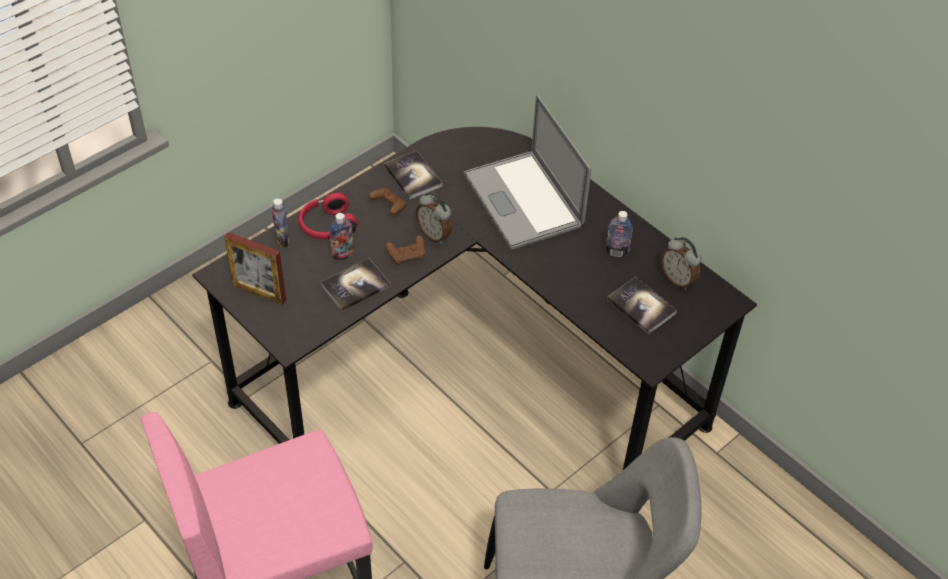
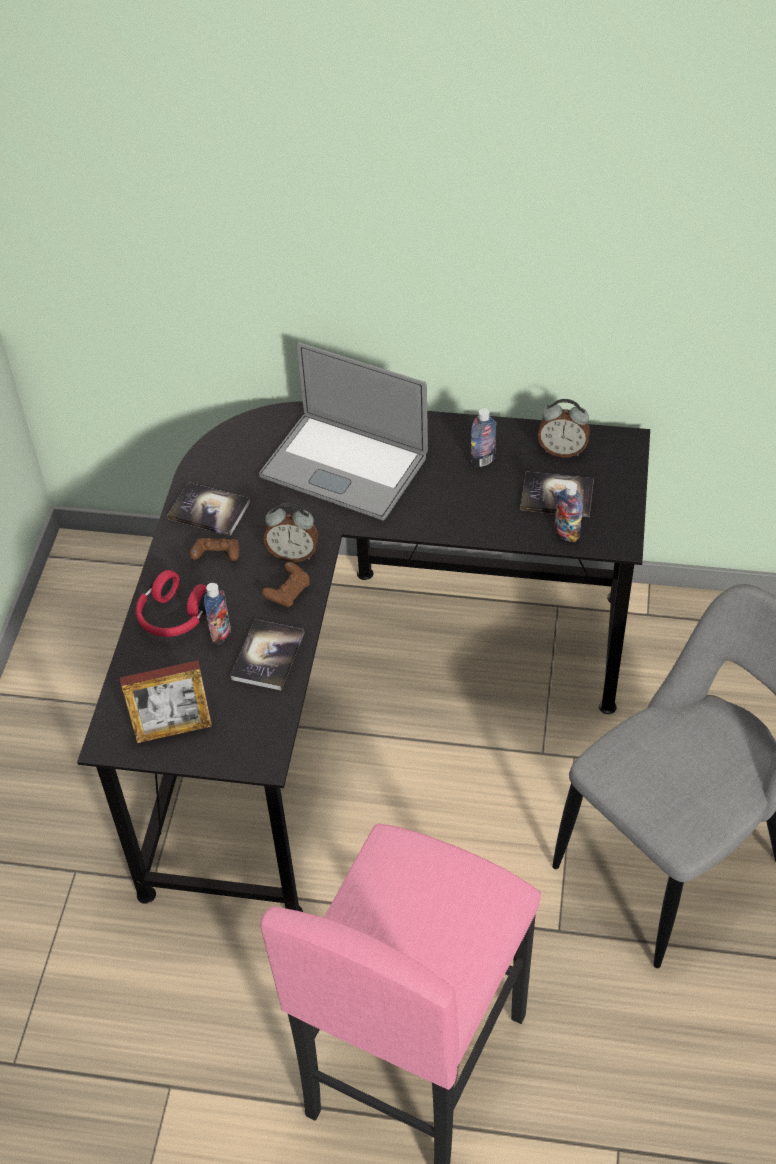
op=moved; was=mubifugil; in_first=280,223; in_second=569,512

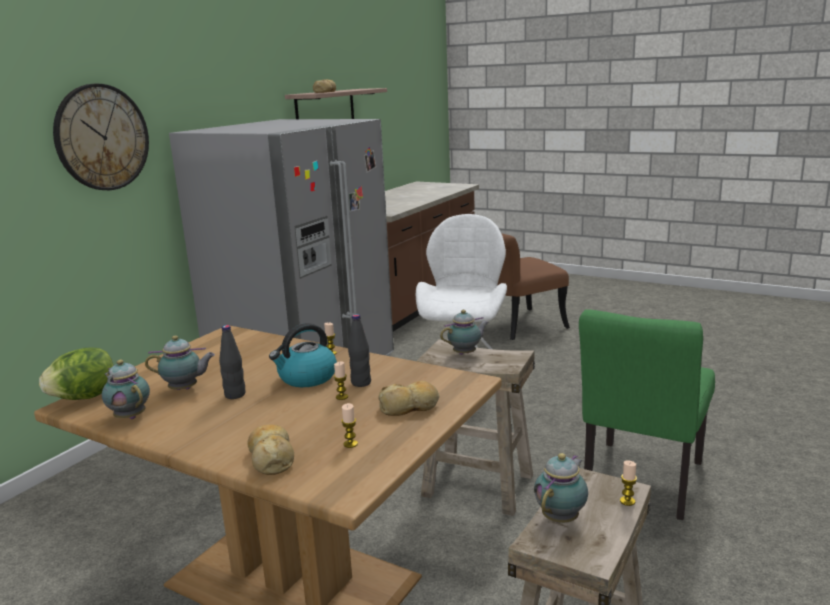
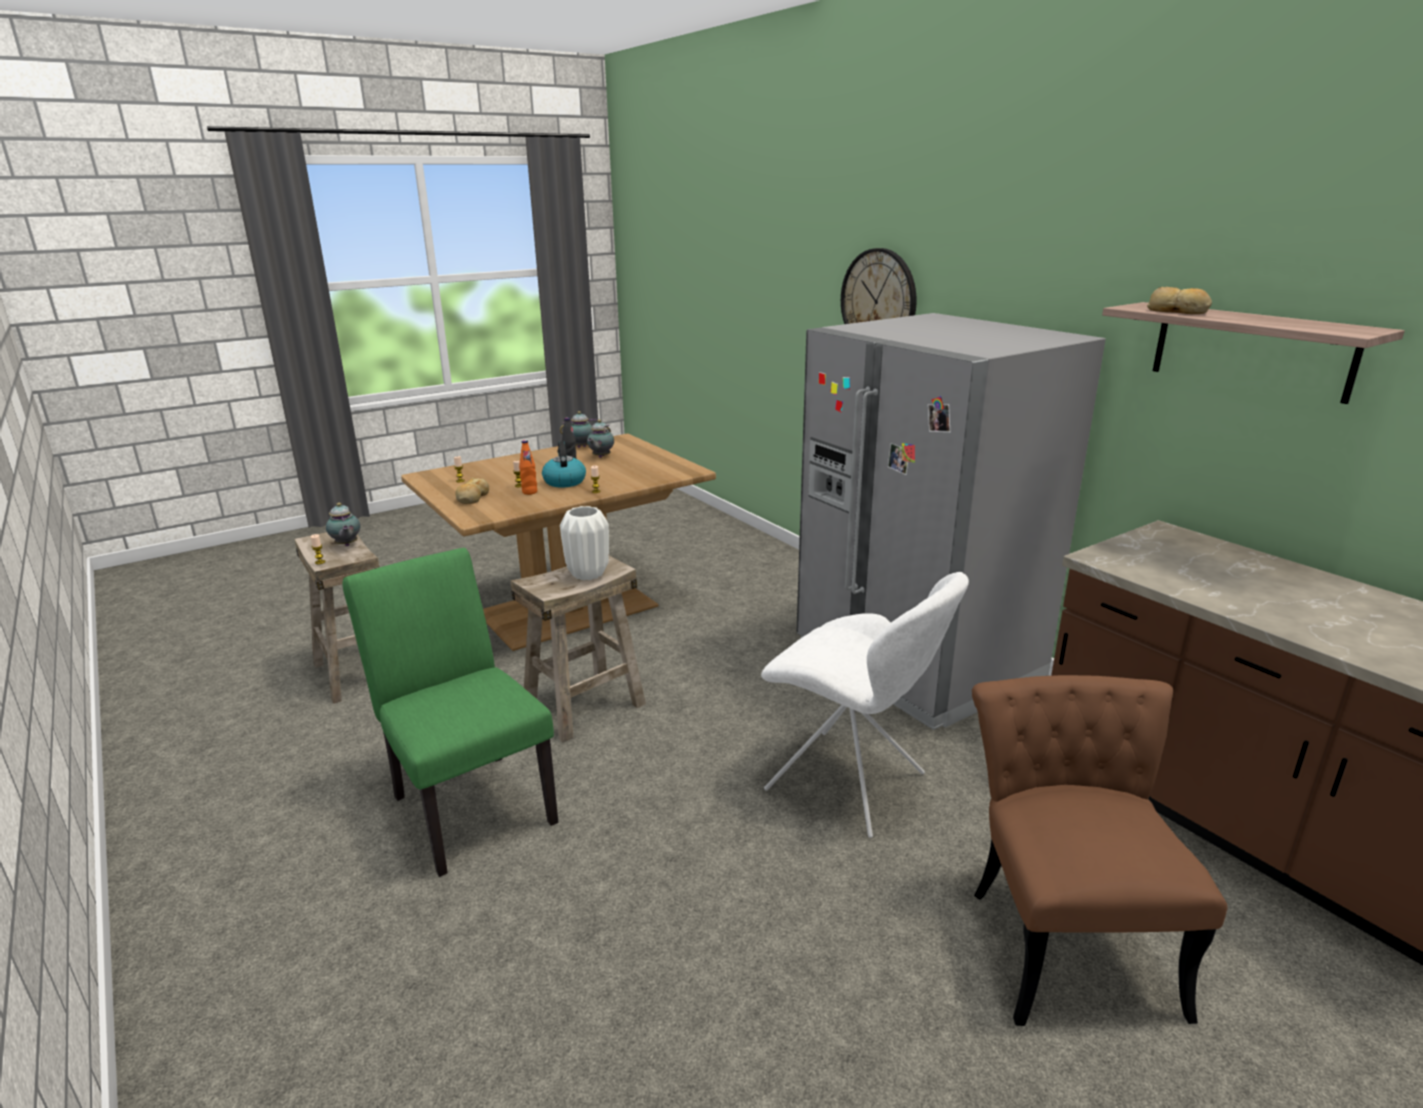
op=replaced; was=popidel; now=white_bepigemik; in_first=464,332; in_second=584,543
op=recoloured; was=black_mubifugil; now=orange_mubifugil; in_first=359,350; in_second=528,467
op=removed; was=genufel; in_first=76,373
op=removed; was=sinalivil; in_first=271,449

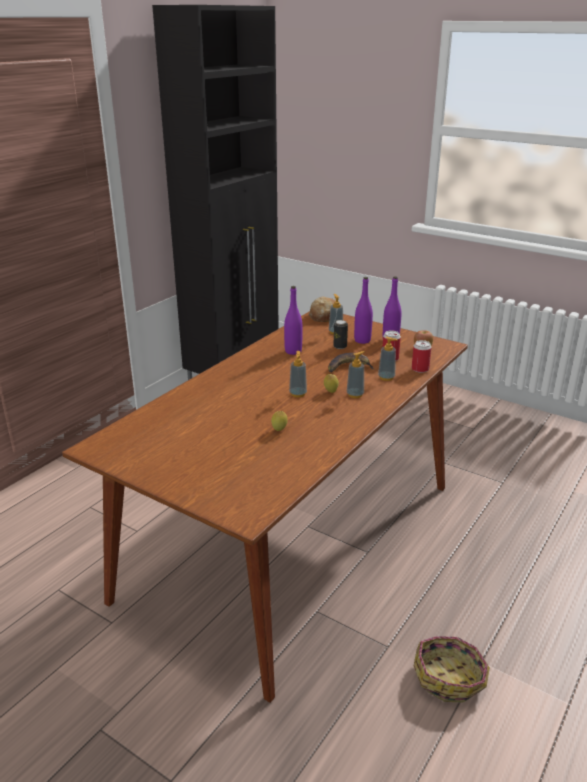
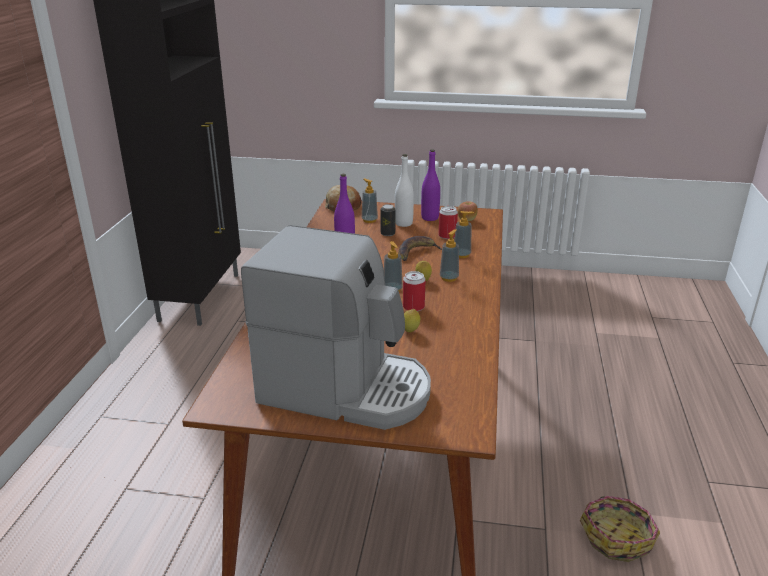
op=recoloured; was=purple_mubifugil; now=white_mubifugil; in_first=363,310; in_second=404,190
op=moved; was=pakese; in_first=422,356; in_second=414,291
op=added; now=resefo; in_second=336,327

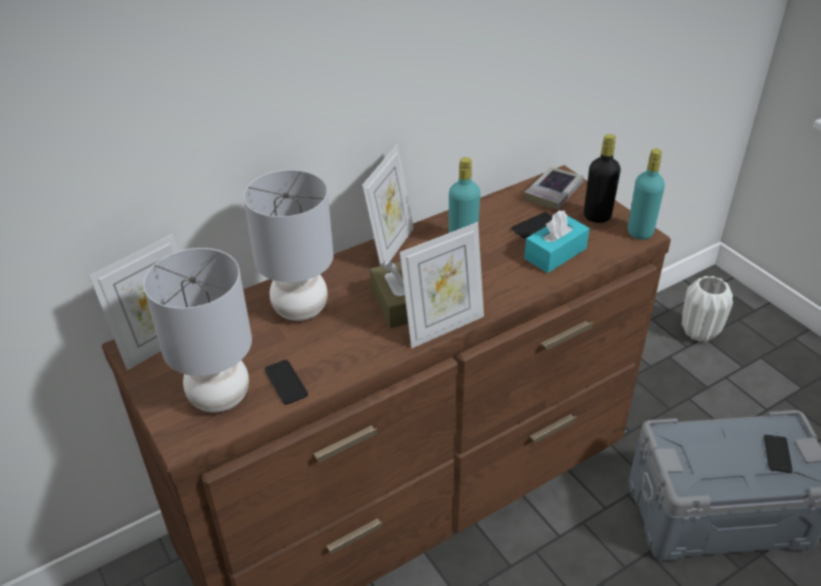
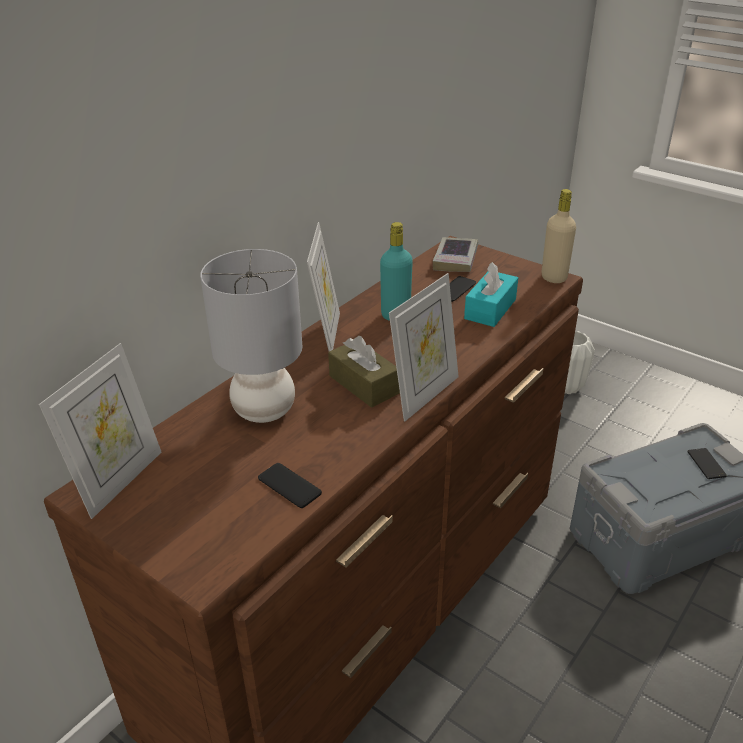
op=removed; was=black_mubifugil; in_first=602,178
op=recoloured; was=turquoise_mubifugil; now=beige_mubifugil; in_first=646,194; in_second=558,236
op=removed; was=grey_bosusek; in_first=197,330

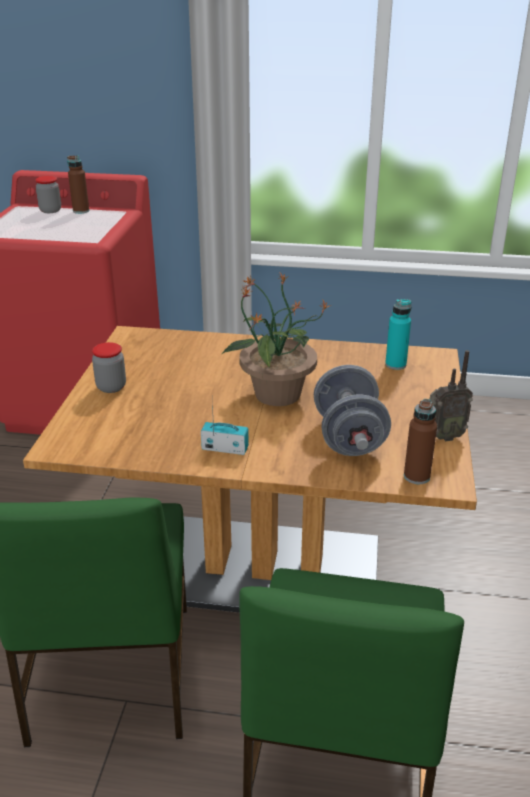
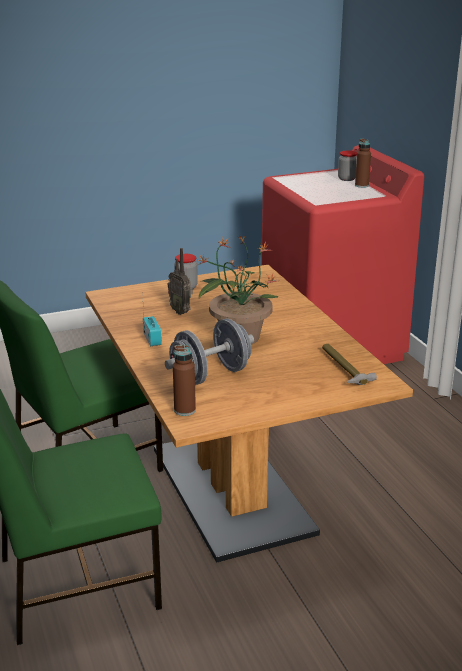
op=replaced; was=turquoise_mubifugil; now=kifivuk; in_first=398,334; in_second=349,364
op=moved; was=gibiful; in_first=451,395; in_second=180,281

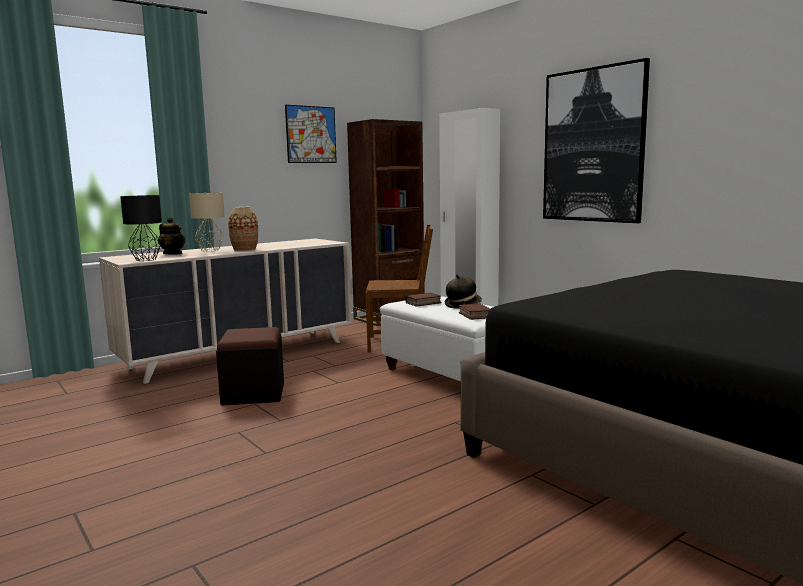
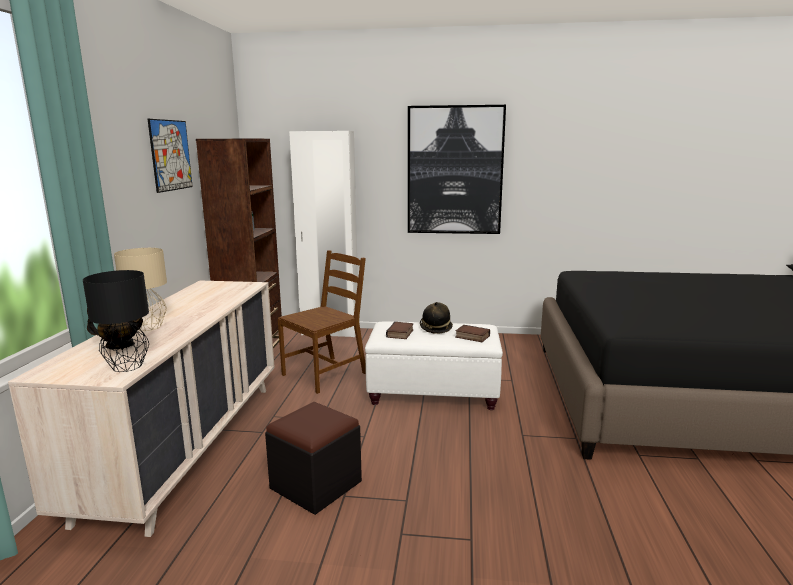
op=removed; was=bepigemik; in_first=243,229

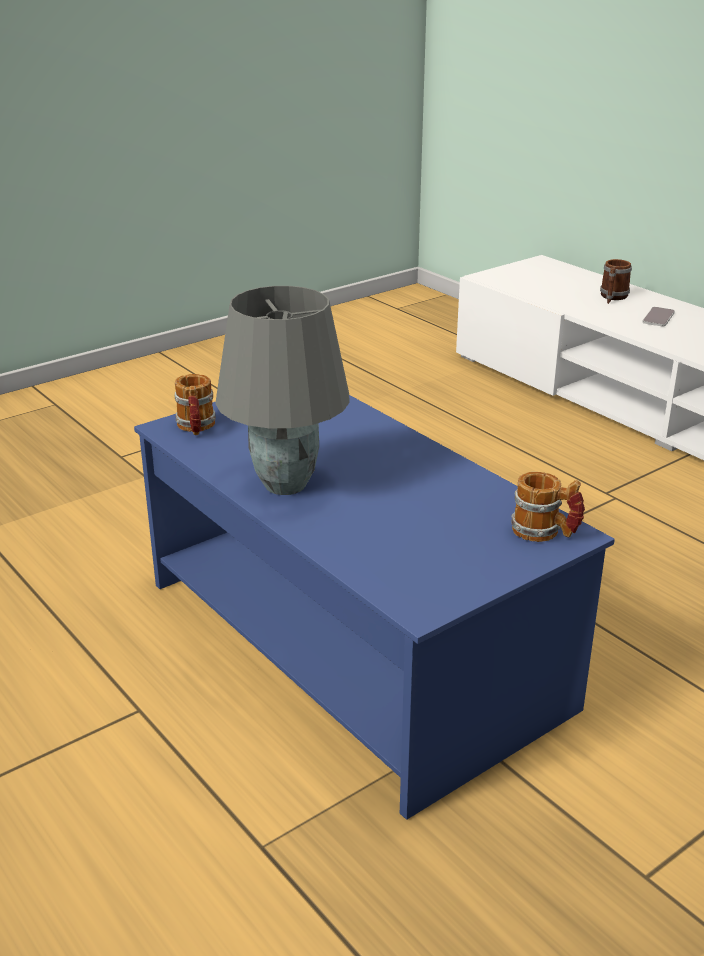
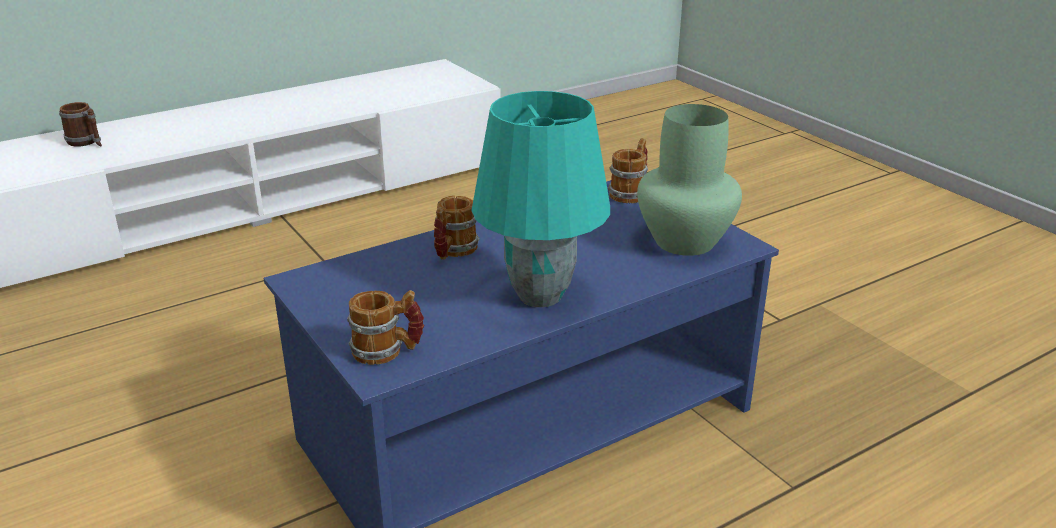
op=recoloured; was=grey_bosusek; now=turquoise_bosusek; in_first=282,390; in_second=540,199
op=removed; was=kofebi; in_first=658,317
op=added; now=green_bepigemik; in_second=689,180
op=added; now=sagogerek; in_second=457,228

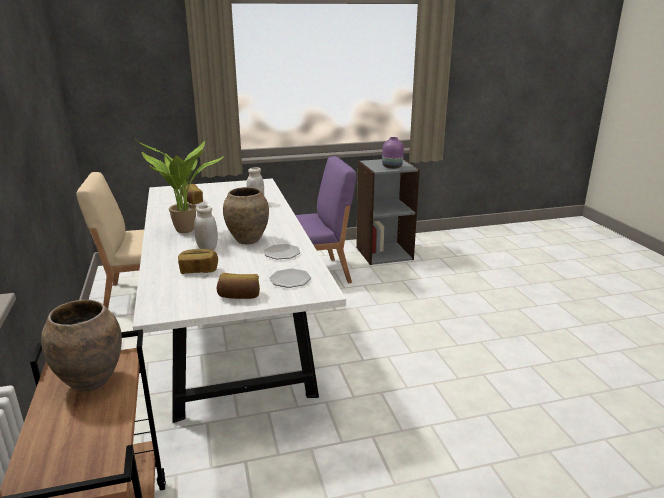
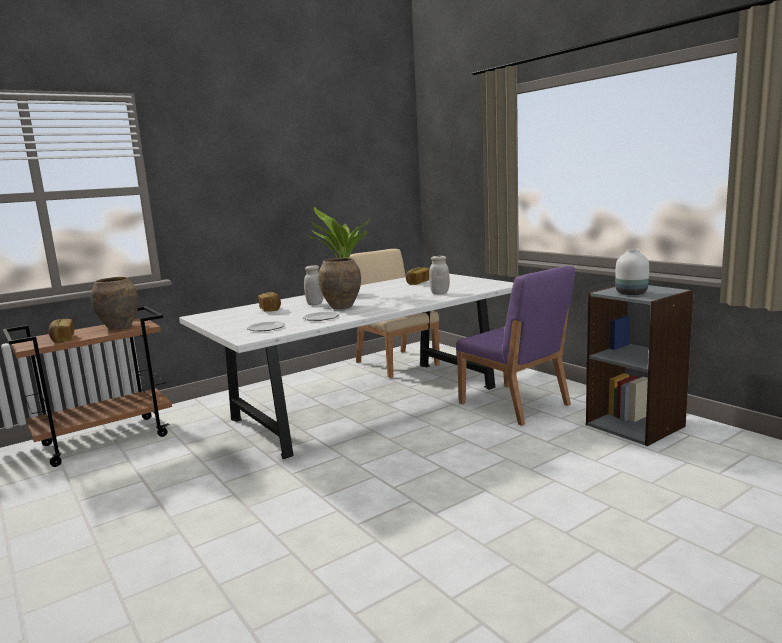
op=recoloured; was=purple_bepigemik; now=white_bepigemik; in_first=393,153; in_second=632,272
op=moved; was=sinalivil; in_first=238,286; in_second=61,331

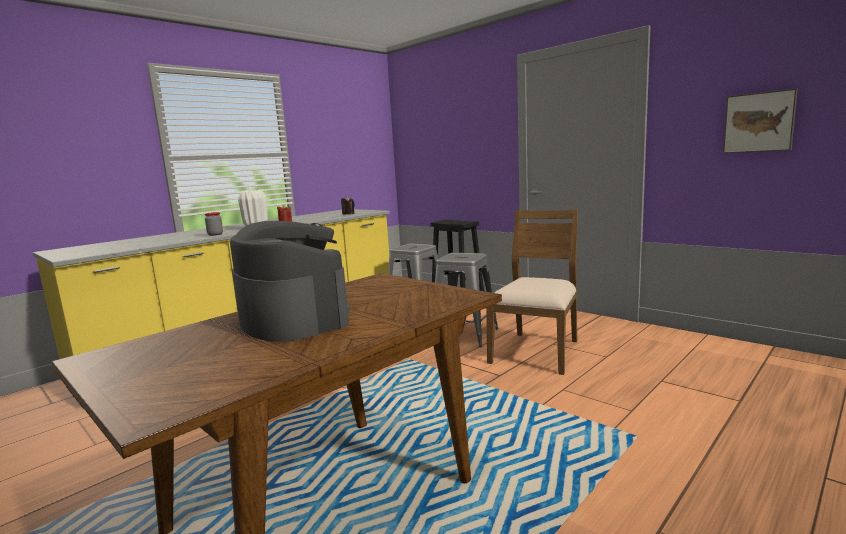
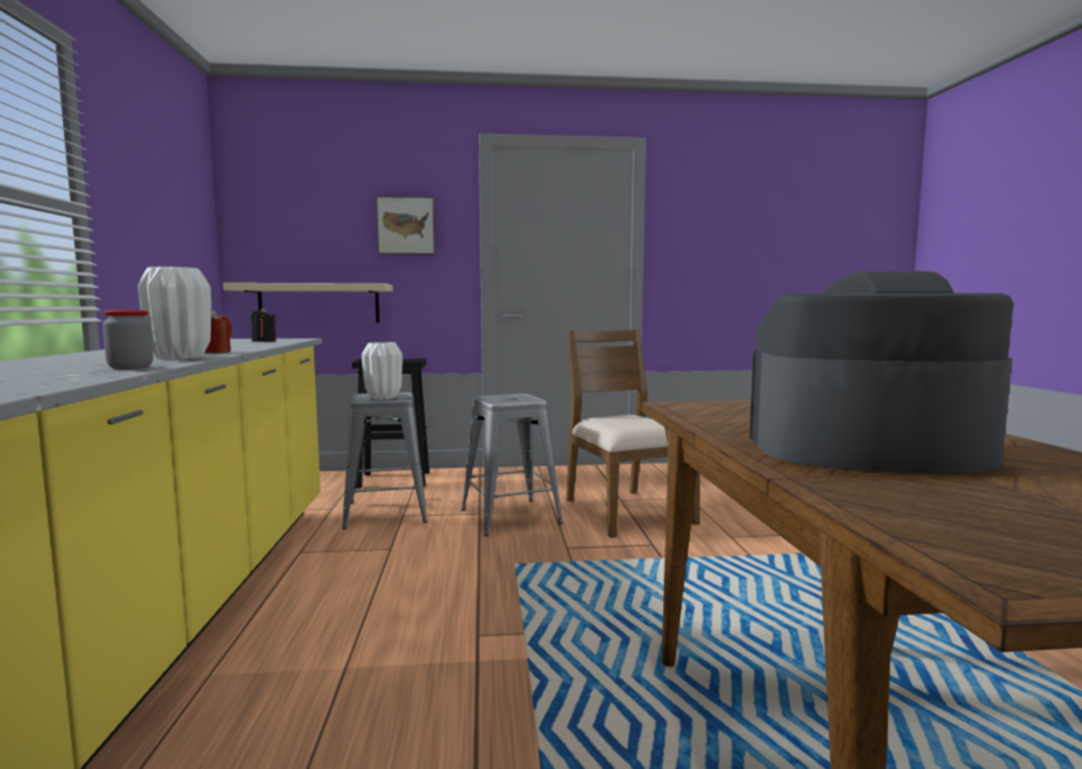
op=moved; was=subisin; in_first=760,120; in_second=405,225
op=added; now=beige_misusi; in_second=308,303
op=added; now=white_bepigemik; in_second=382,371

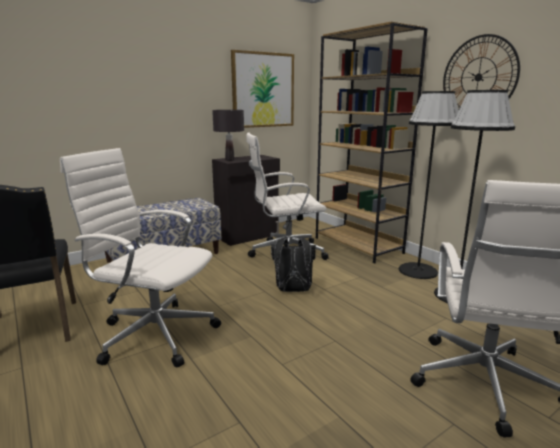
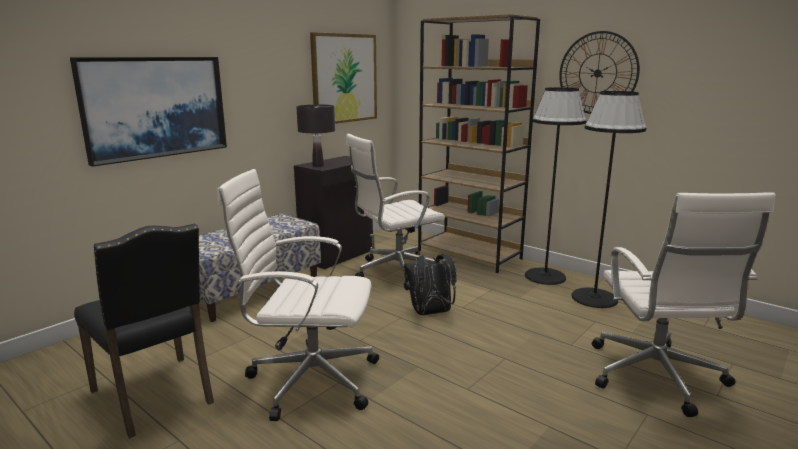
op=added; now=subisin; in_second=148,112

